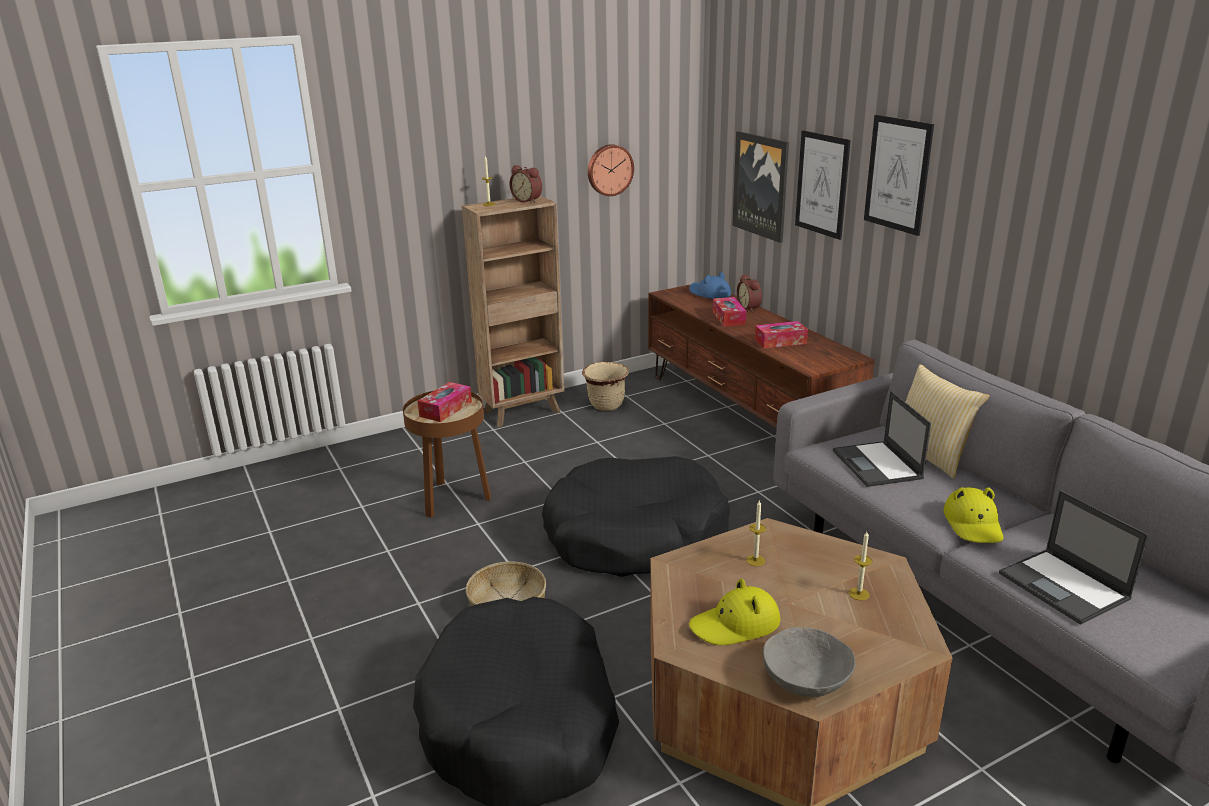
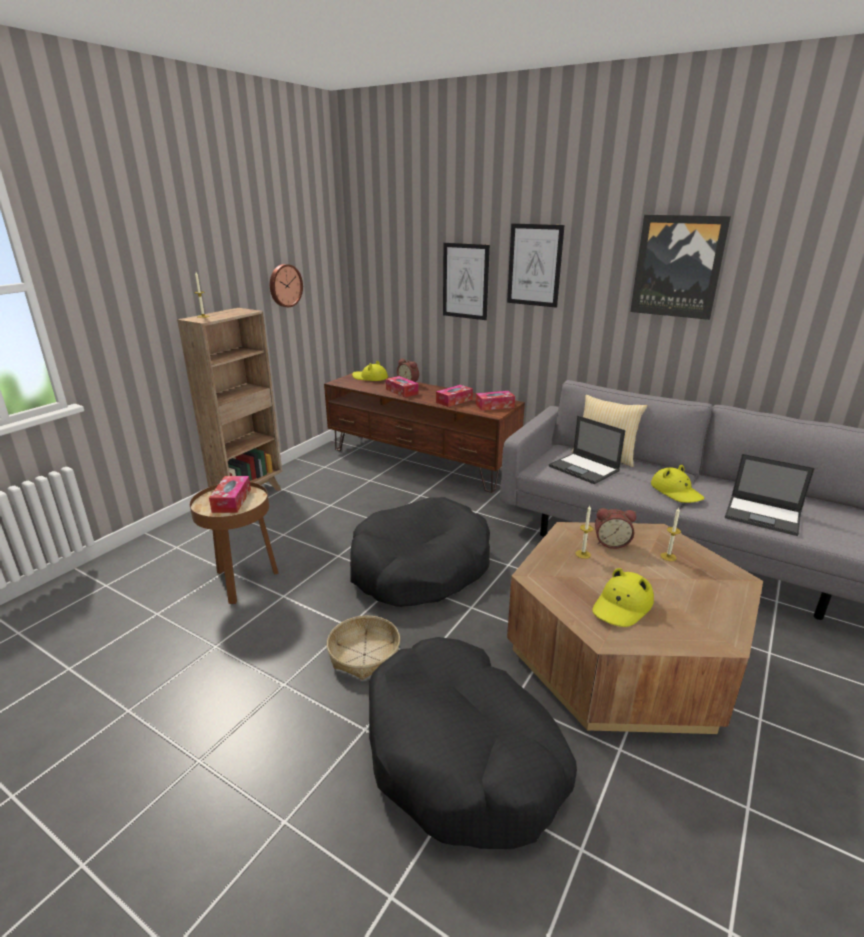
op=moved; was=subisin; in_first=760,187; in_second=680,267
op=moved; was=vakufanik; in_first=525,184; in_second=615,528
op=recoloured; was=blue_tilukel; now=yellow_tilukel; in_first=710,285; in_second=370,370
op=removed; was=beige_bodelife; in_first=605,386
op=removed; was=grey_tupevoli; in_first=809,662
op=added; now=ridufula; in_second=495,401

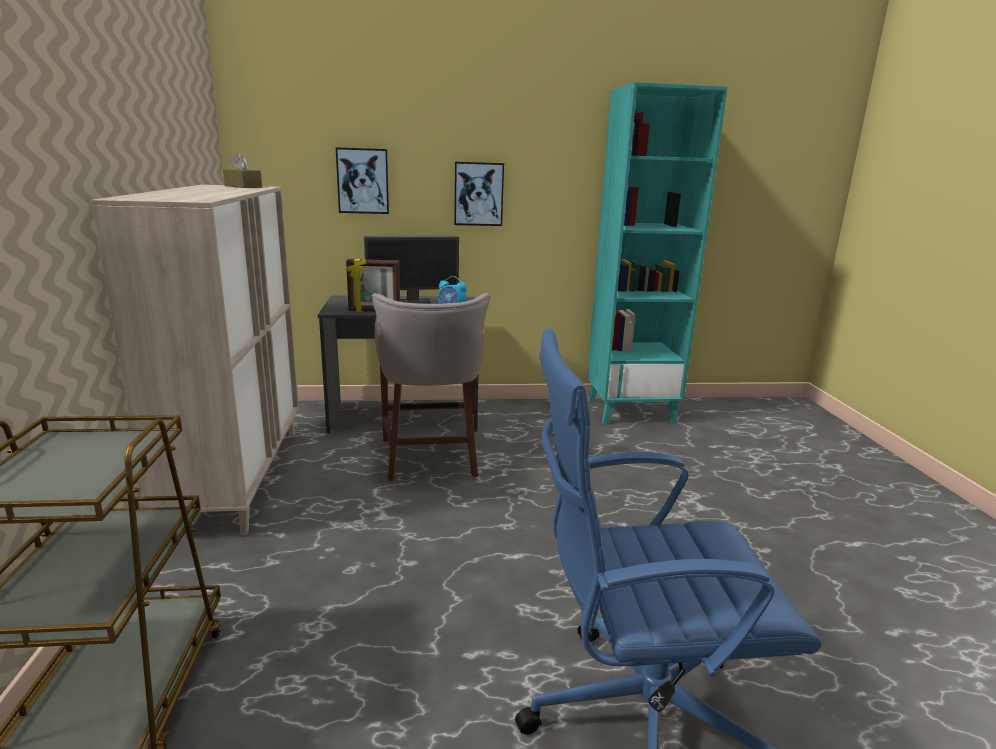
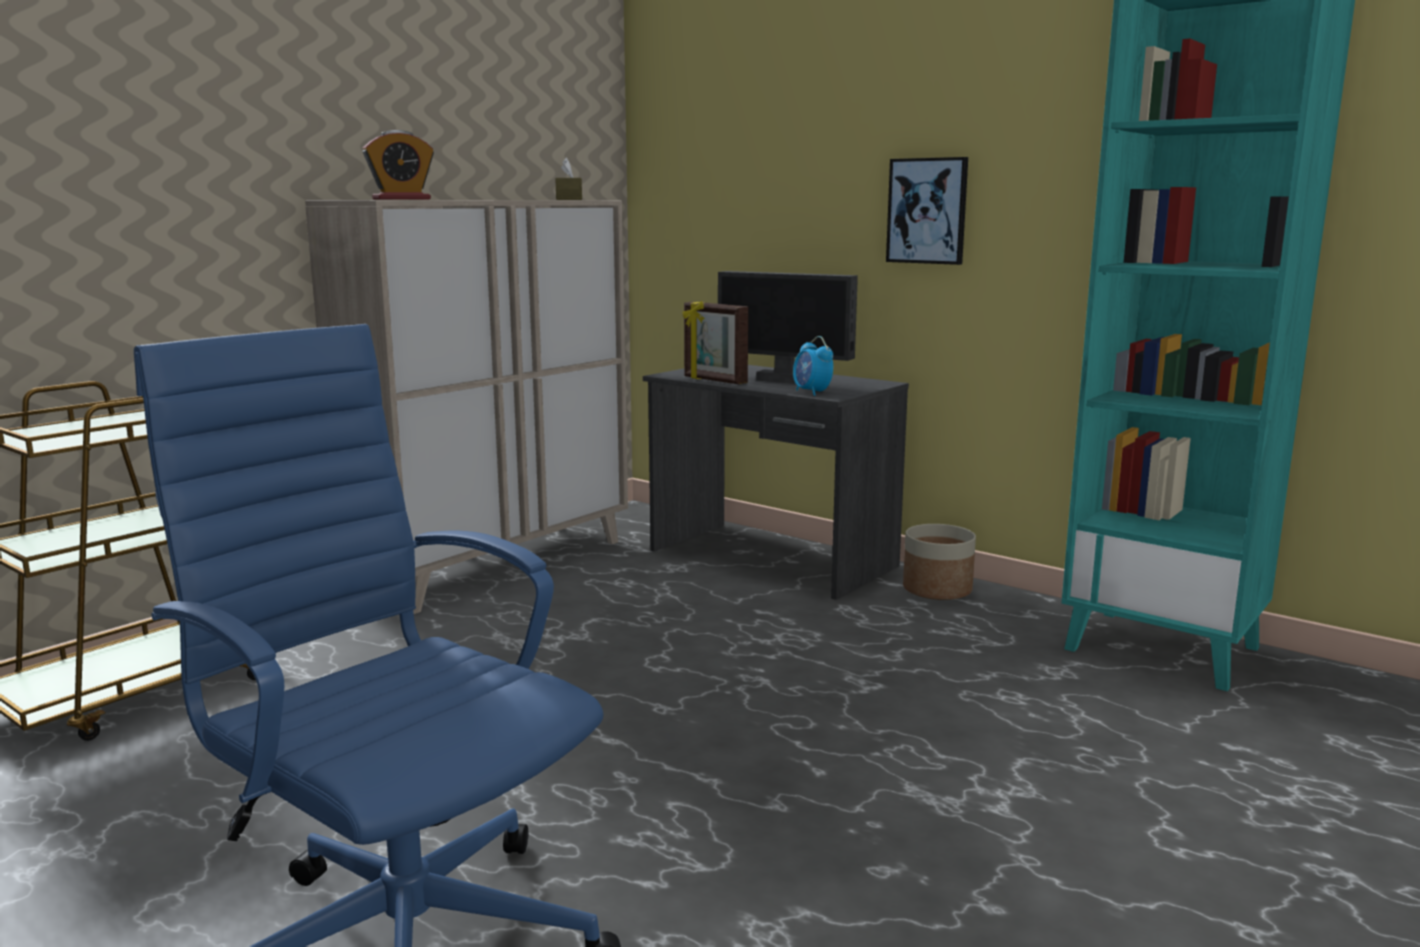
op=removed; was=subisin; in_first=362,180
op=removed; was=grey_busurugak; in_first=431,387
op=added; now=vakufanik; in_second=398,165
op=added; now=bodelife; in_second=939,562

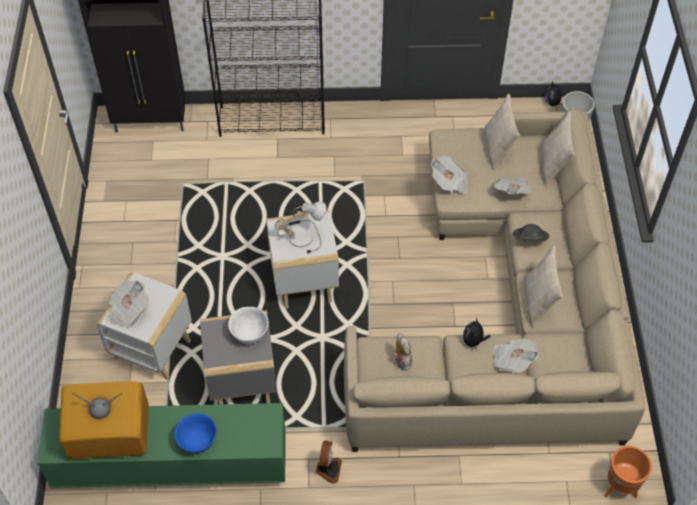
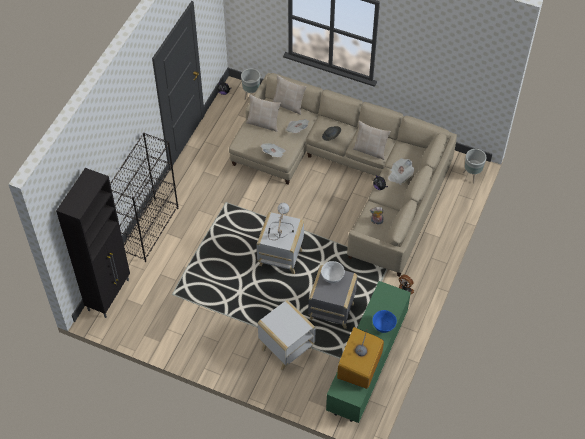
op=removed; was=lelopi; in_first=127,304
op=recoloured; was=orange_bodelife; now=grey_bodelife; in_first=628,472; in_second=475,166

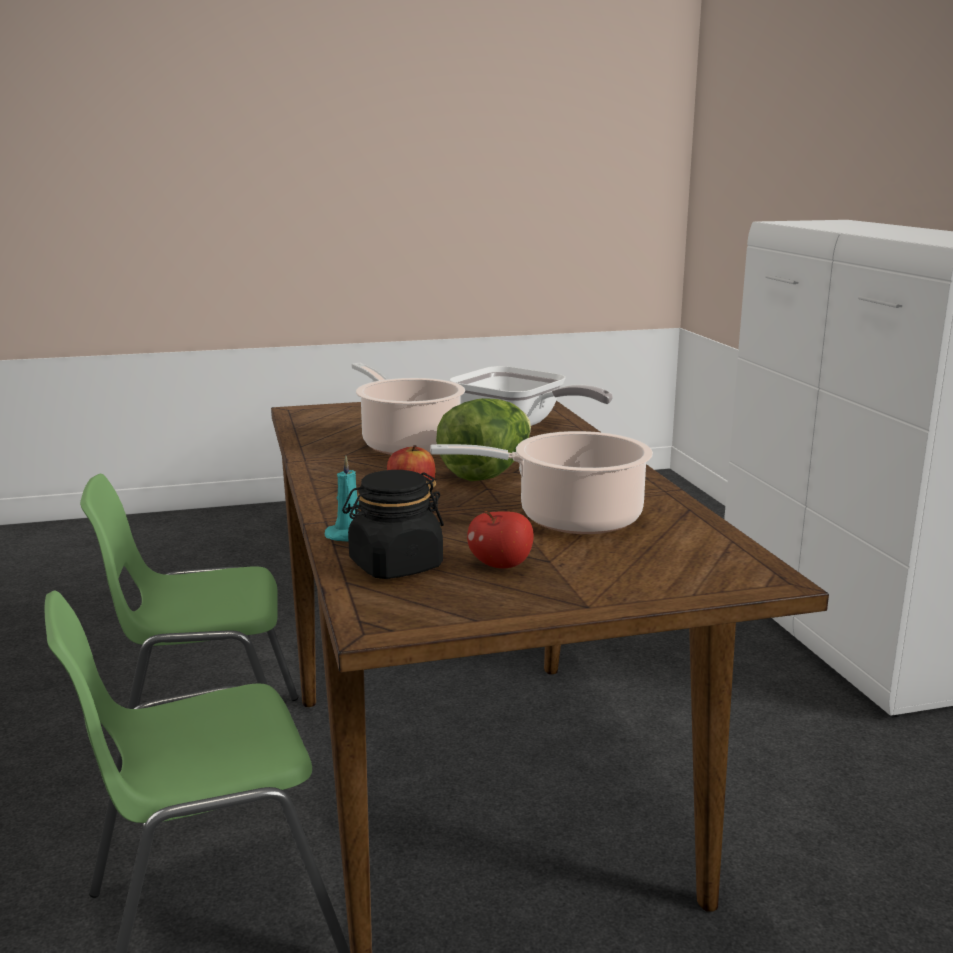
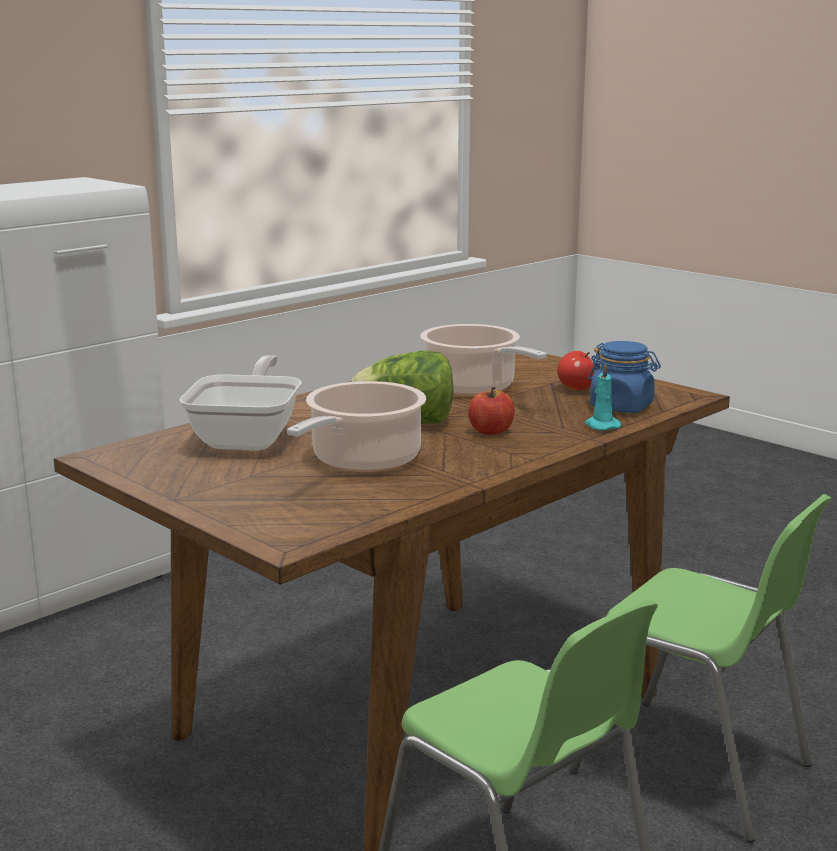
op=recoloured; was=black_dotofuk; now=blue_dotofuk; in_first=393,524; in_second=624,377

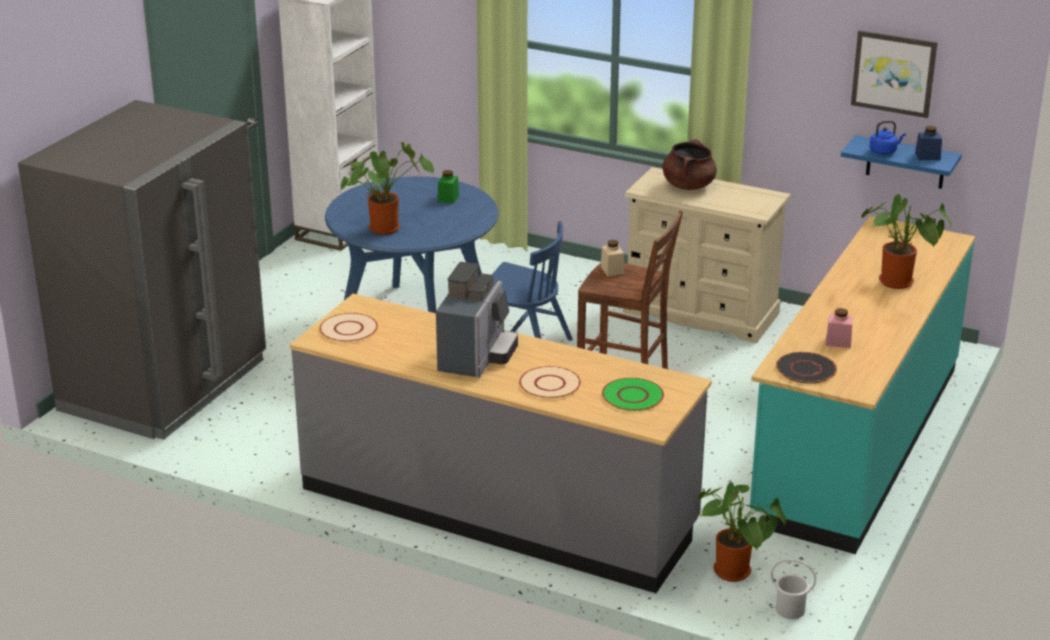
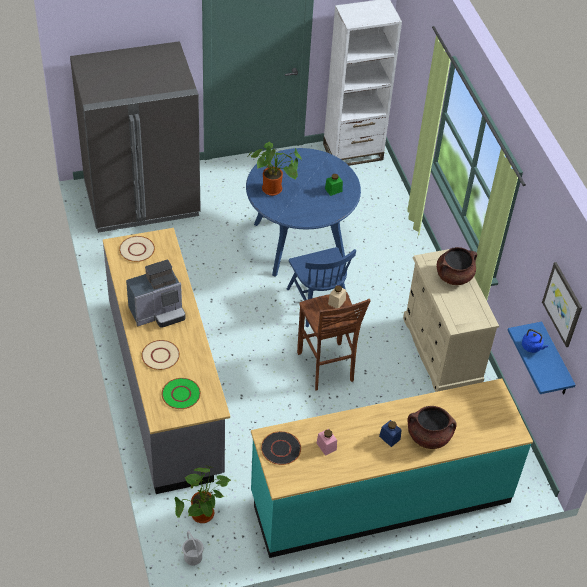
op=moved; was=blue_dotofuk; in_first=928,143; in_second=390,433
op=replaced; was=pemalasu; now=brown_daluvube; in_first=906,241; in_second=432,427

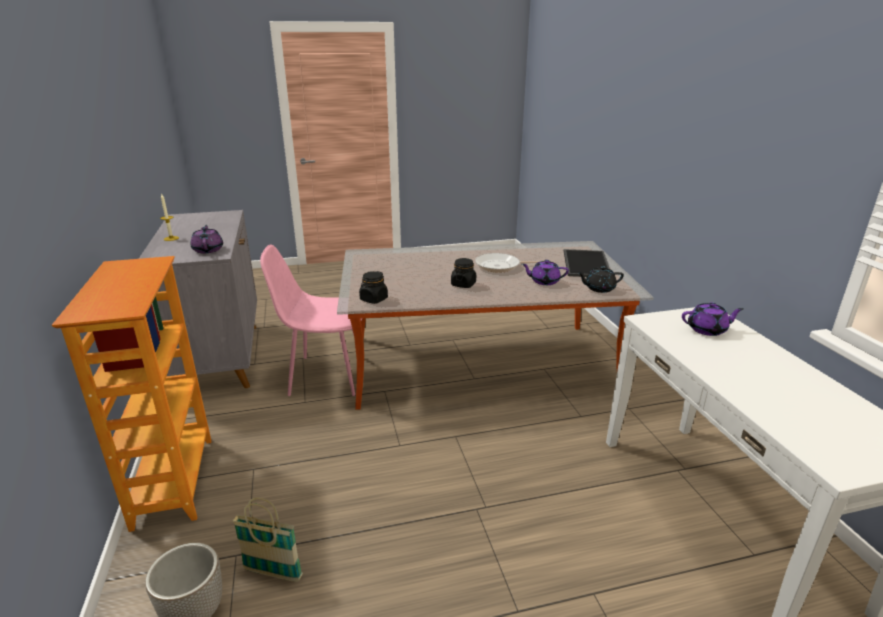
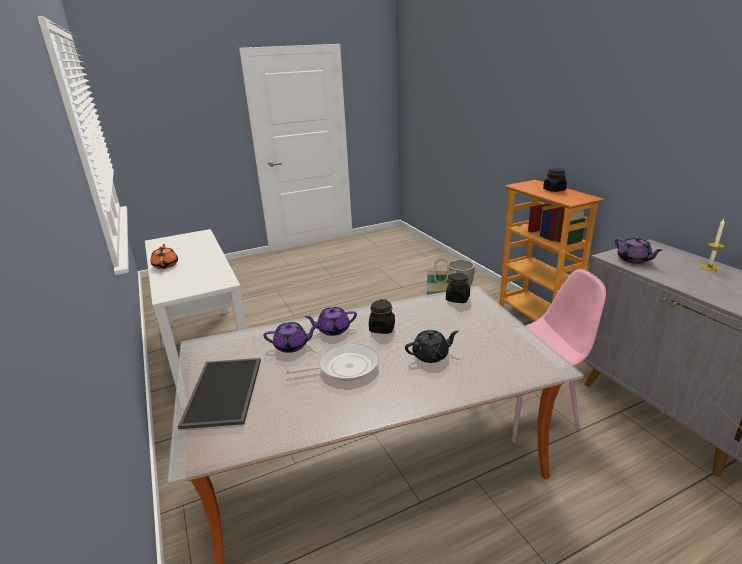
op=moved; was=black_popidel; in_first=601,279; in_second=432,346
op=moved; was=purple_popidel; in_first=712,319; in_second=331,321
op=added; now=black_dotofuk; in_second=555,180
op=added; now=orange_popidel; in_second=164,256

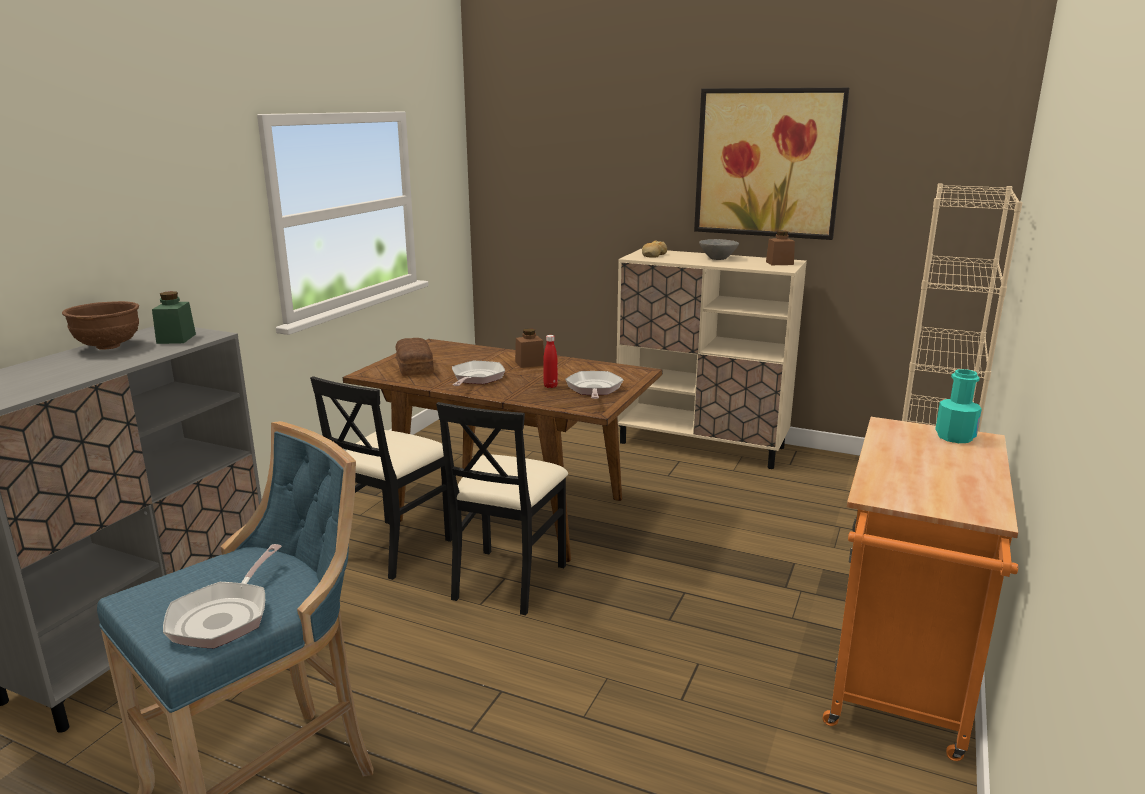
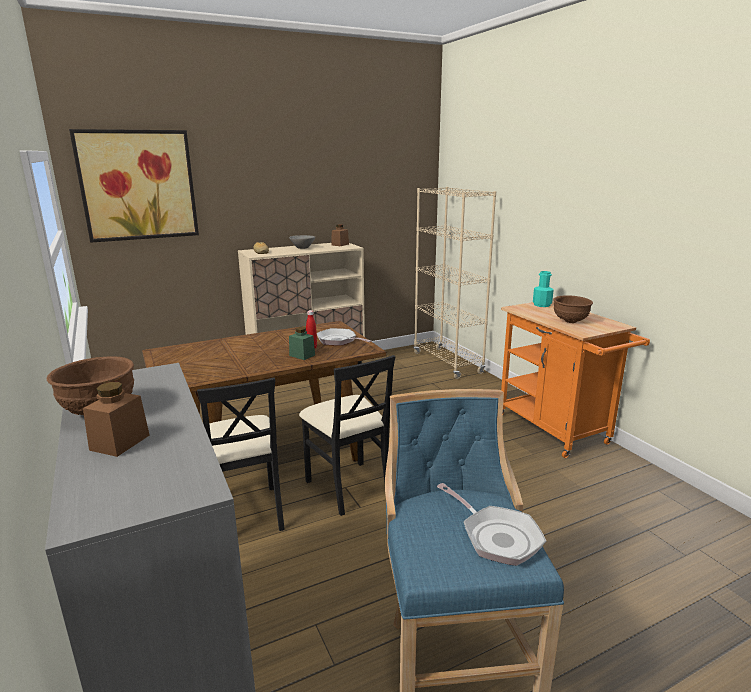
op=moved; was=subisin; in_first=771,164; in_second=134,186
op=moved; was=green_dotofuk; in_first=174,317; in_second=302,343
op=moved; was=brown_dotofuk; in_first=529,348; in_second=116,419
op=removed; was=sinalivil; in_first=414,357
op=removed; was=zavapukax; in_first=478,373
op=added; now=brown_tupevoli; in_second=573,309

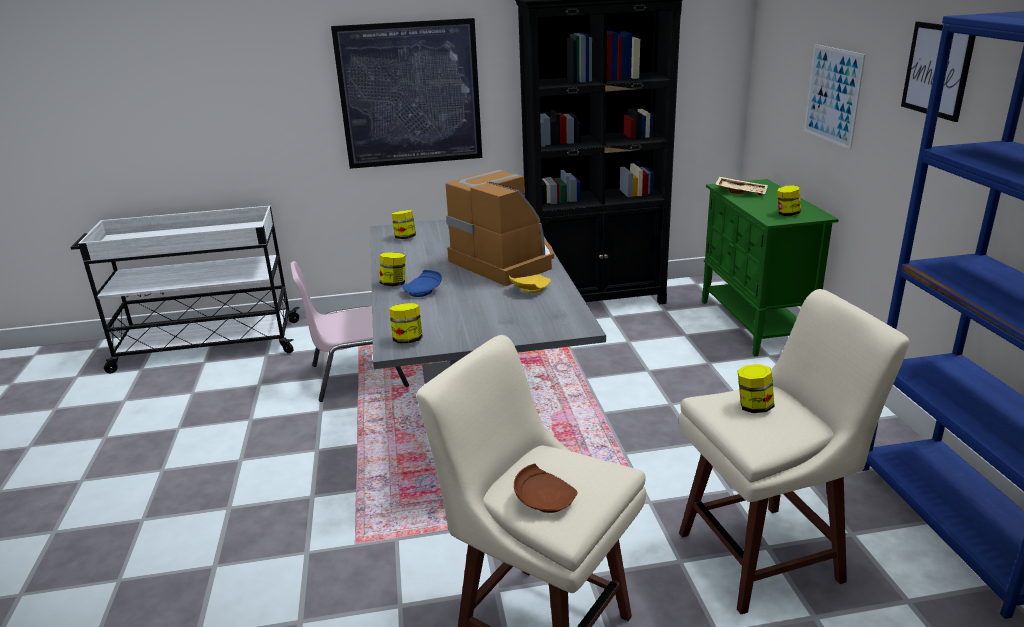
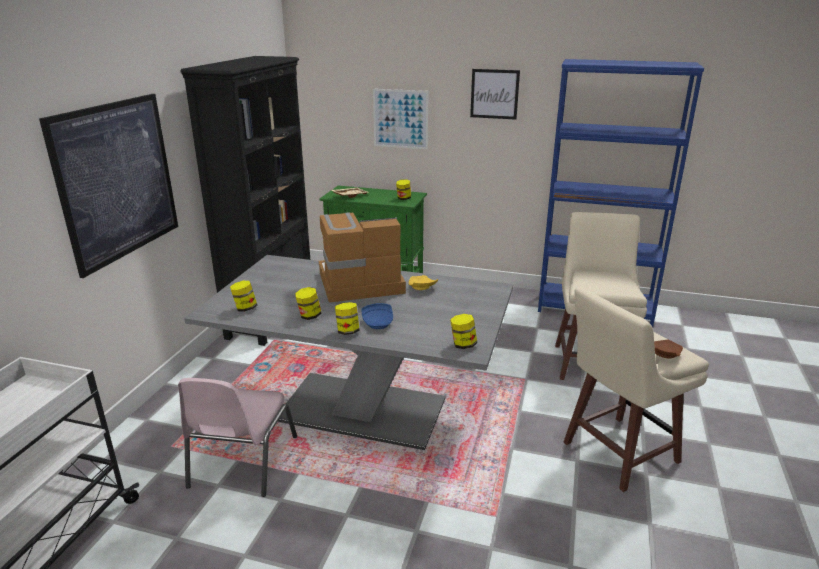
op=moved; was=dotofuk; in_first=756,388; in_second=308,303

